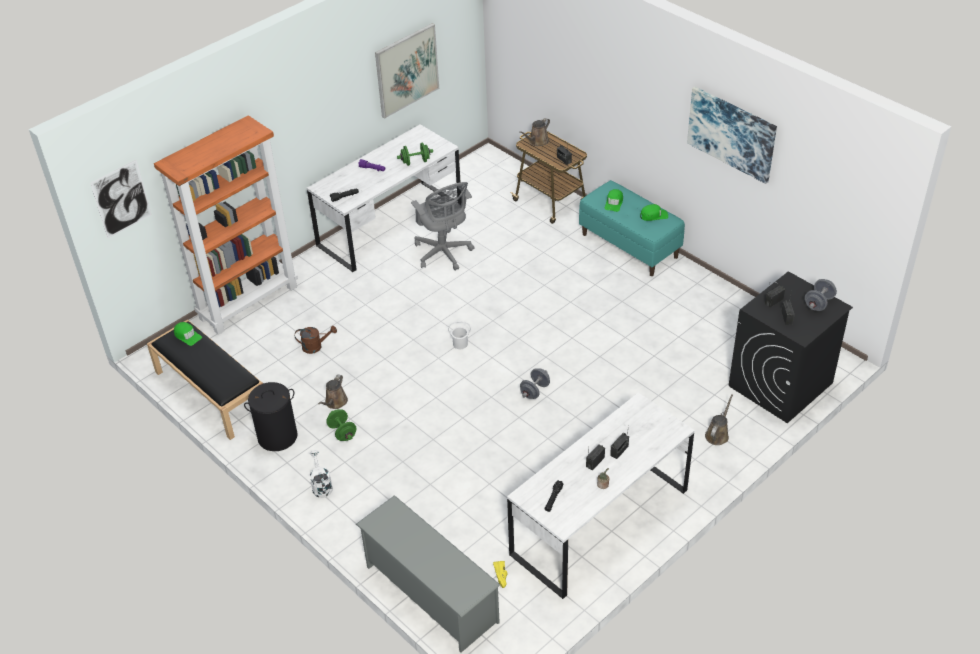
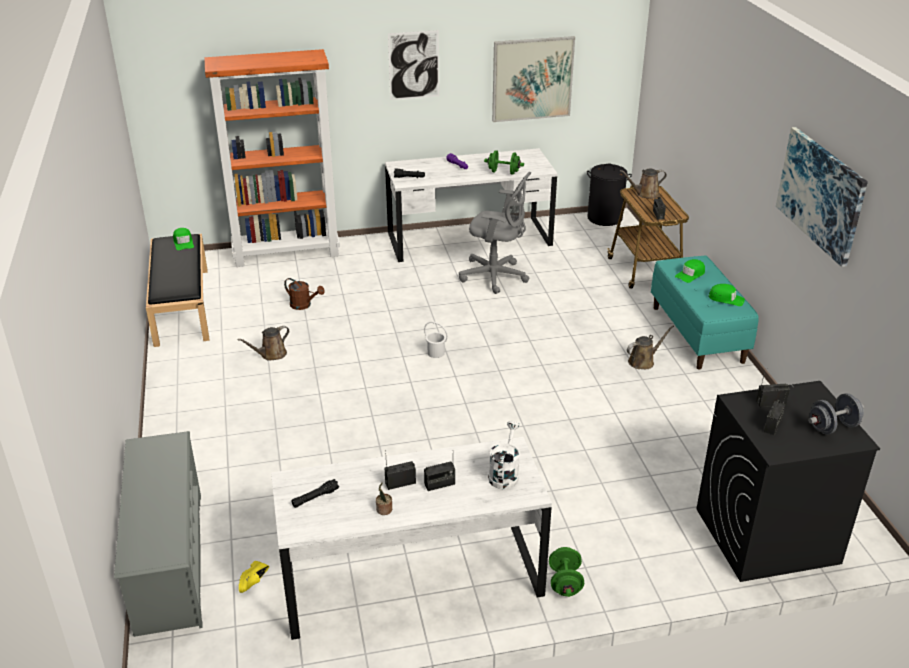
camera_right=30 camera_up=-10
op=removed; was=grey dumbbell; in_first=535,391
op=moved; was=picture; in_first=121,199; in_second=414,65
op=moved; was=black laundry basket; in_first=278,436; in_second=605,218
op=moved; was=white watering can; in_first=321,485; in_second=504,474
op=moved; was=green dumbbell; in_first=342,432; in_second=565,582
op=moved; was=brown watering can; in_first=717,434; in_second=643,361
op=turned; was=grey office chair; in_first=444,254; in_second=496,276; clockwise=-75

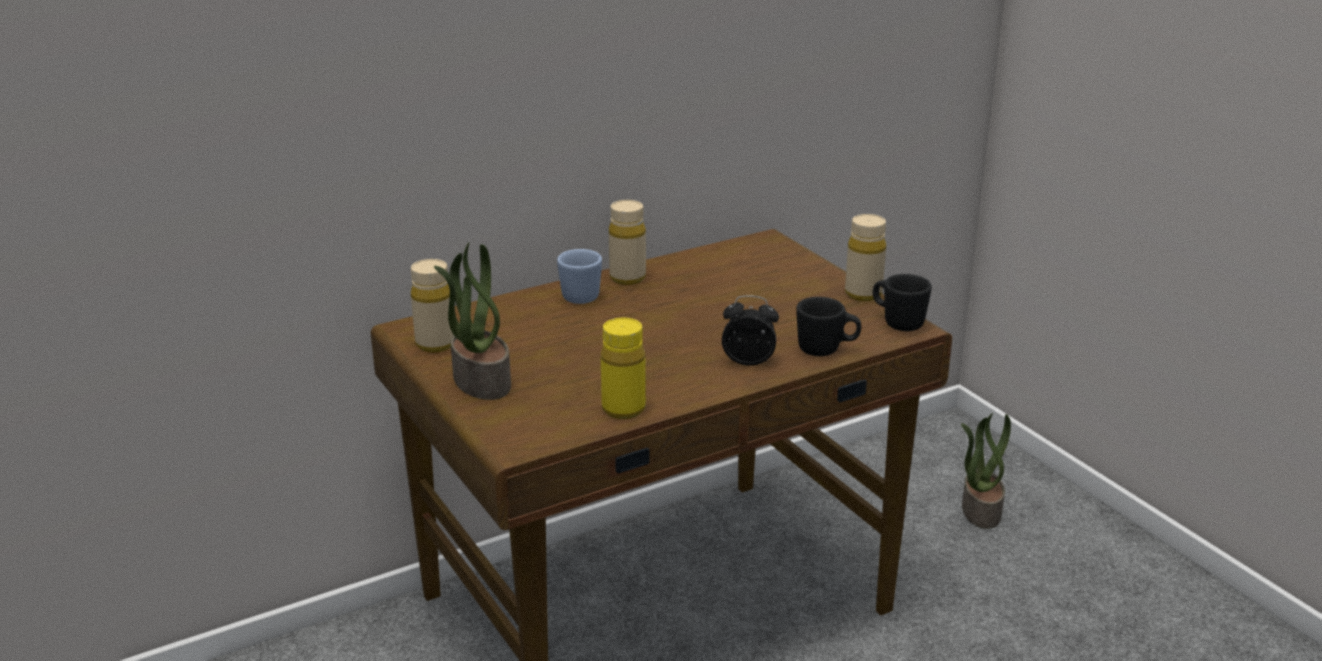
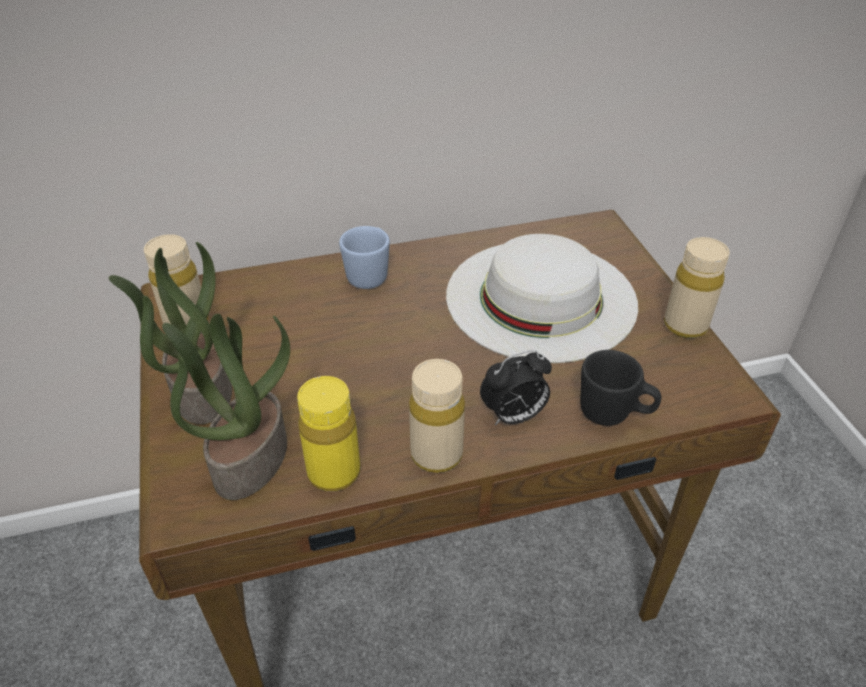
camera_right=15 camera_up=15
op=removed; was=black mug; in_first=897,322
op=added; now=white hat; in_second=540,298
op=moved; was=beige bottle; in_first=627,278; in_second=436,454
op=moved; was=potted plant; in_first=980,510; in_second=250,458
op=turned; was=alarm clock; in_first=749,361; in_second=513,416; clockwise=135

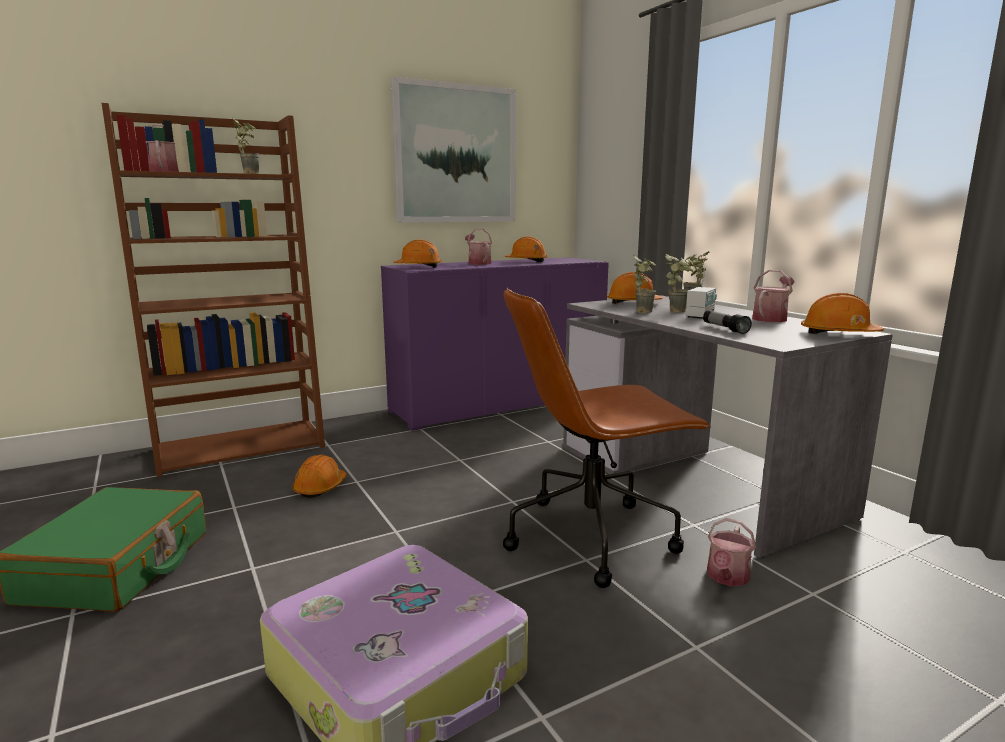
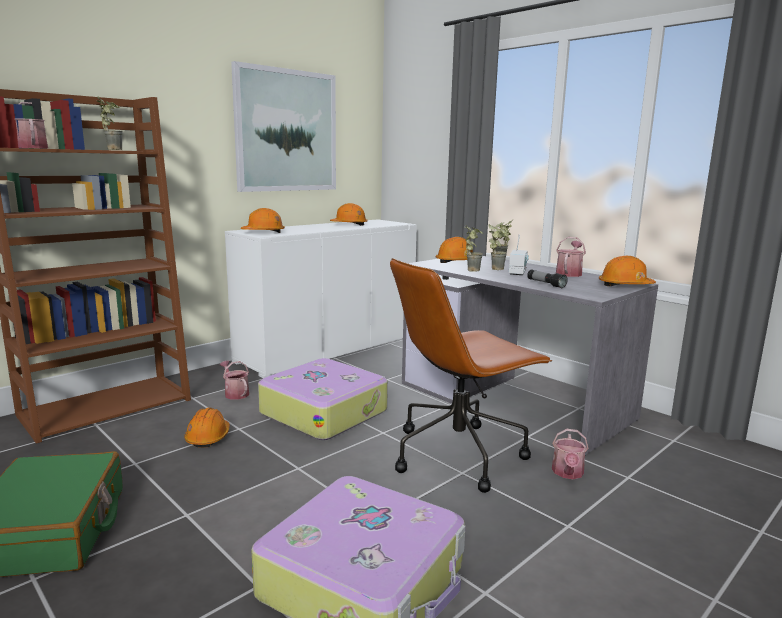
camera_right=-15 camera_up=0
op=added; now=suitcase; in_second=324,412
op=moved; was=watering can; in_first=478,263; in_second=235,393
op=recoloured; was=purple cabinet; now=white cabinet; in_first=498,404; in_second=328,349

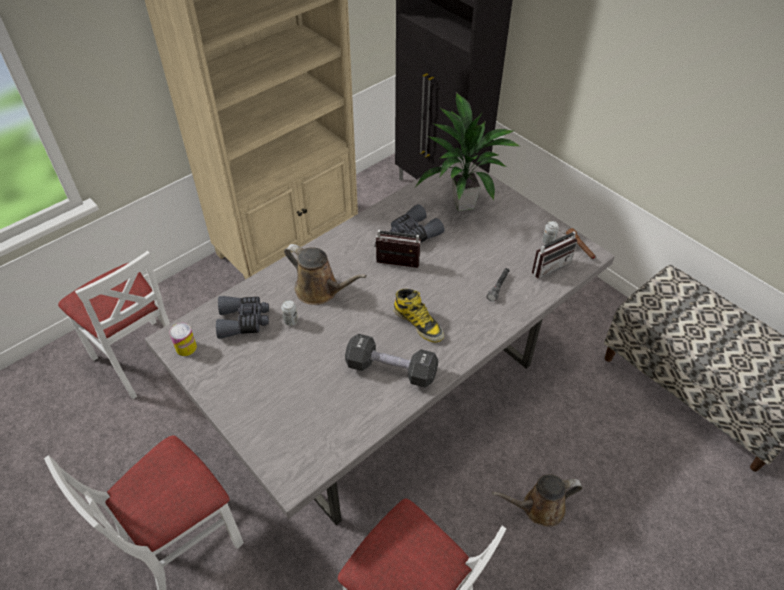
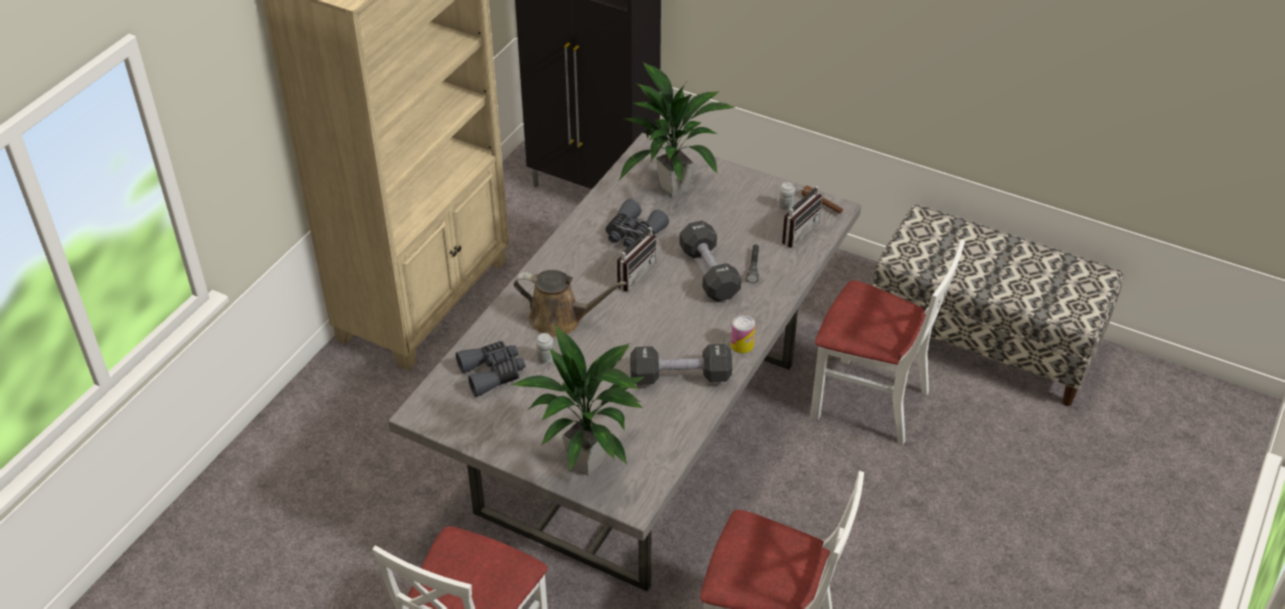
camera_right=-20 camera_up=-5
op=removed; was=boot; in_first=418,323
op=removed; was=brown watering can; in_first=539,507
op=added; now=potted plant; in_second=587,463
op=added; now=black dumbbell; in_second=709,273
op=moved; was=white chair; in_first=140,358; in_second=870,402
op=moved; was=can; in_first=186,347; in_second=742,345
op=turned; was=radio; in_first=396,266; in_second=632,273; clockwise=135

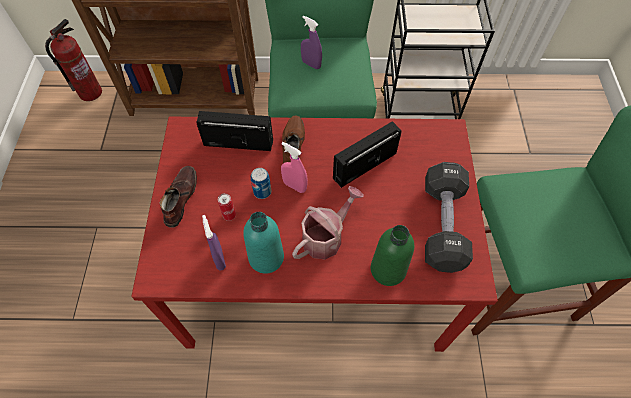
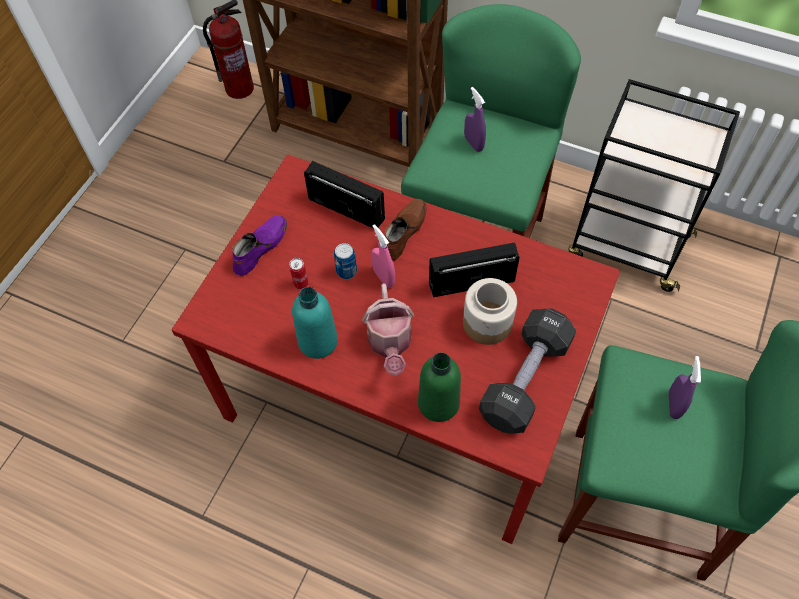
camera_right=25 camera_up=0
op=added; now=jar; in_second=488,322
op=moved; was=purple spray bottle; in_first=219,258; in_second=673,405
op=recoloured; was=brown shoe; now=purple shoe; in_first=180,198; in_second=260,247
op=turned; was=watering can; in_first=326,237; in_second=390,344; clockwise=105

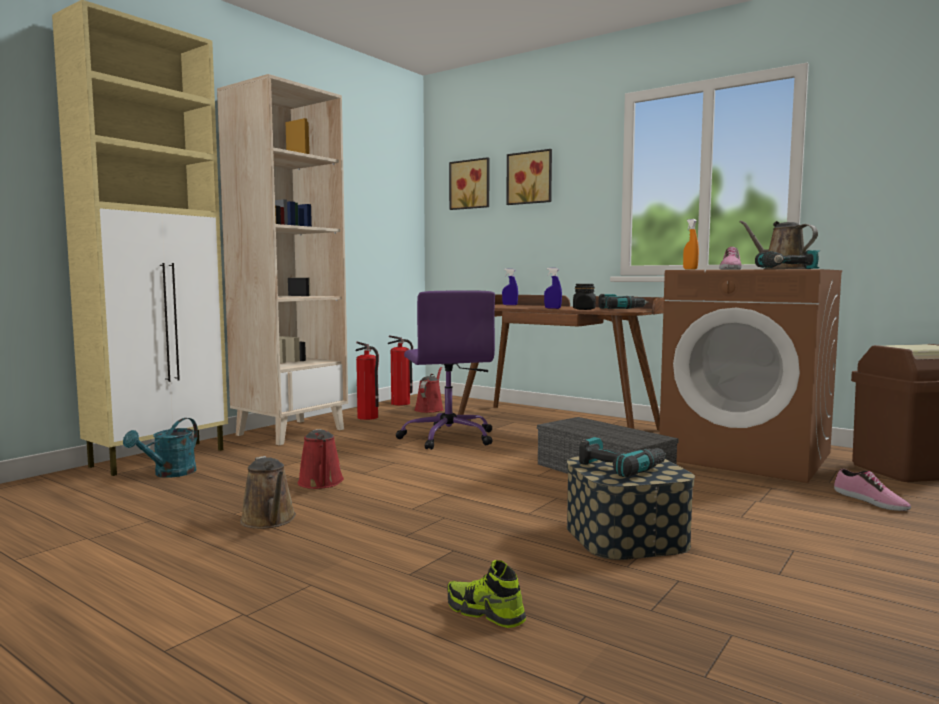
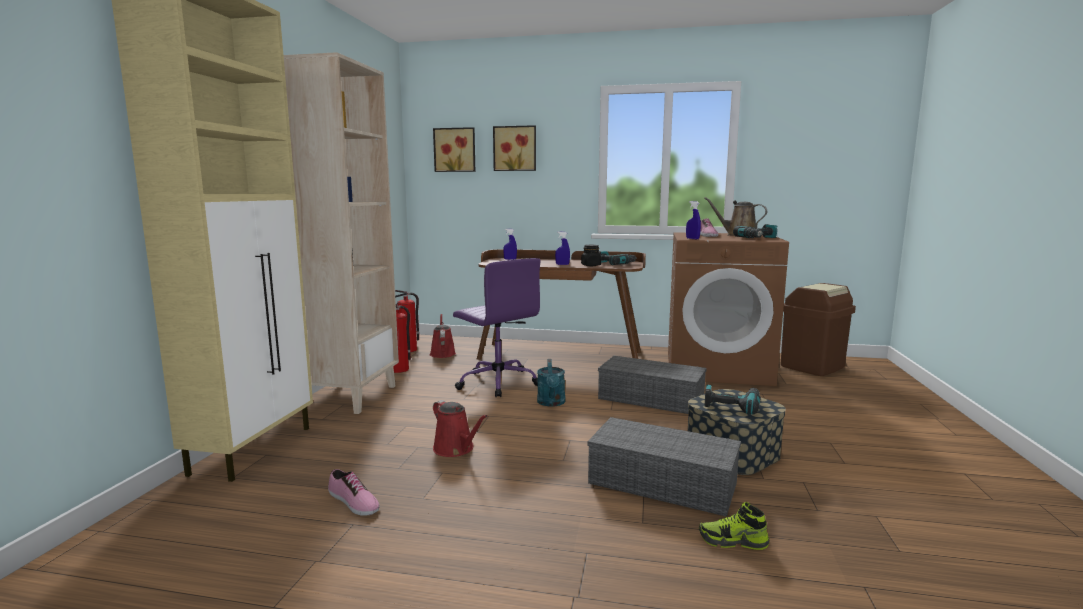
camera_right=-25 camera_up=5
op=removed; was=brown watering can; in_first=269,520
op=added; now=grey storage box; in_second=664,482
op=moved; was=turquoise watering can; in_first=169,474; in_second=551,403
op=moved; was=shoe; in_first=870,501; in_second=353,502
op=recoloured; was=orange spray bottle; now=blue spray bottle; in_first=690,269; in_second=692,239

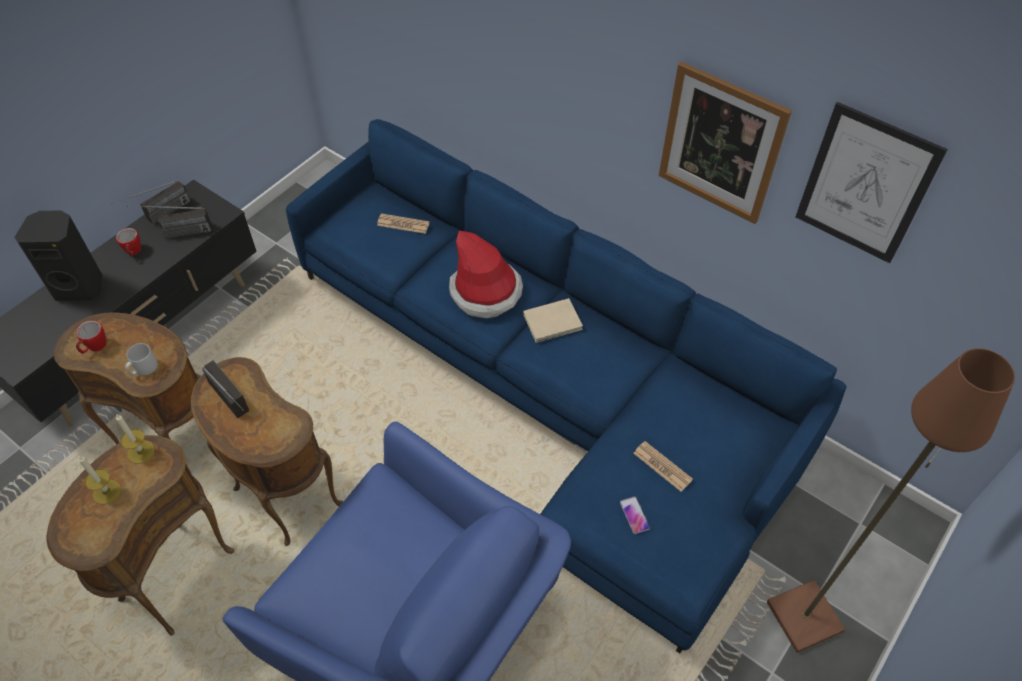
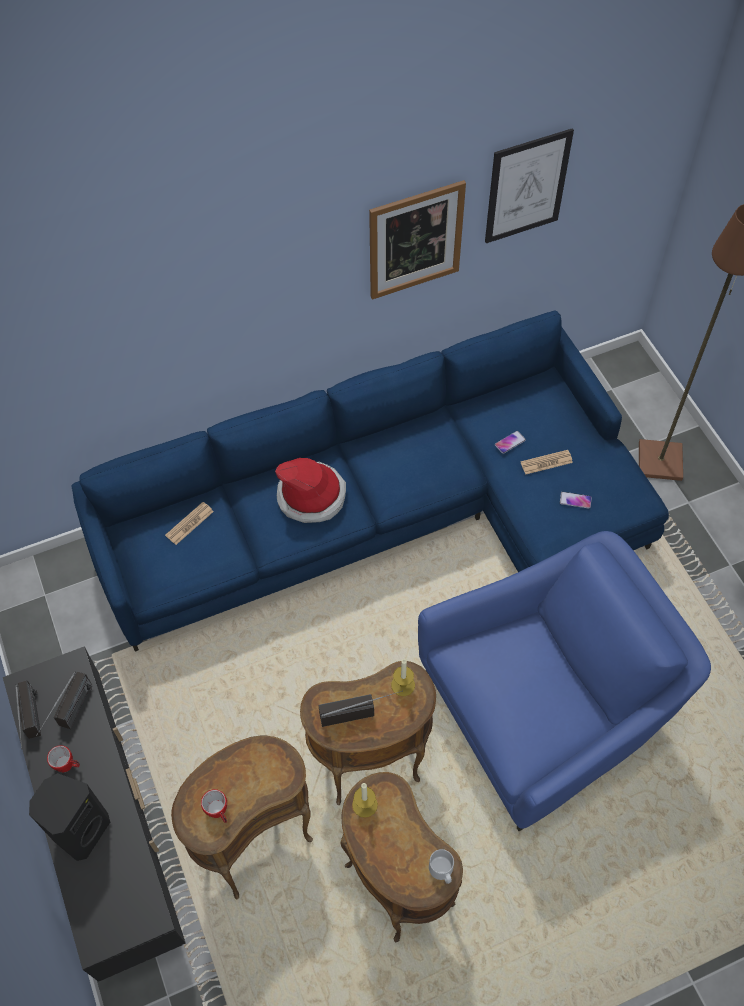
camera_right=-60 camera_up=5
op=removed; was=beige book; in_first=554,322
op=added; now=phone; in_second=510,442
op=moved; was=candle; in_first=107,492; in_second=403,685
op=moved; was=grey mug; in_first=143,368; in_second=442,871

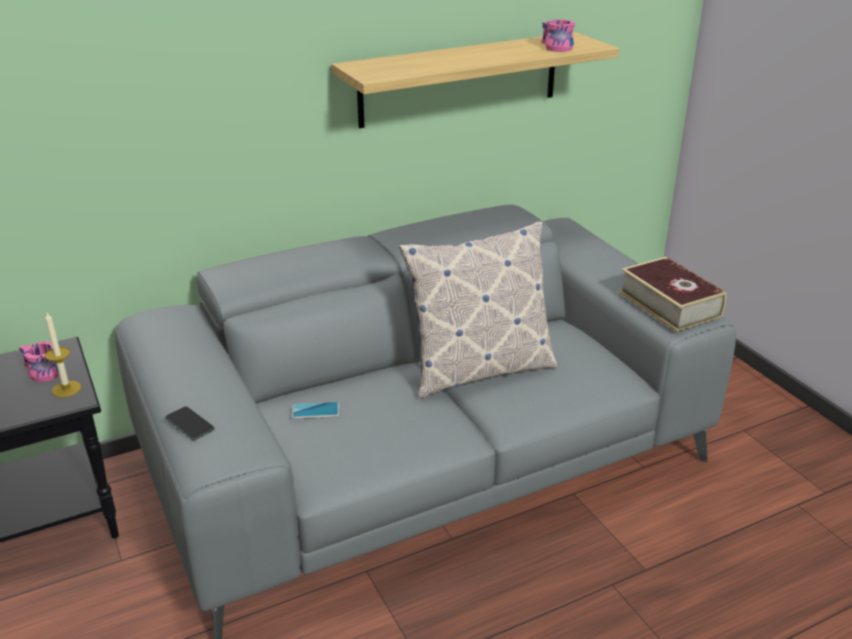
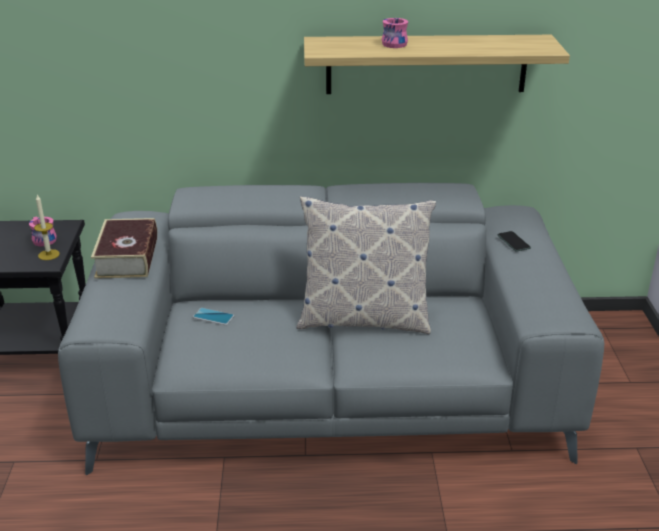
camera_right=25 camera_up=0
op=moved; was=phone; in_first=190,424; in_second=513,242
op=moved; was=pink mug; in_first=554,48; in_second=391,43
op=moved; was=book; in_first=669,304; in_second=127,257

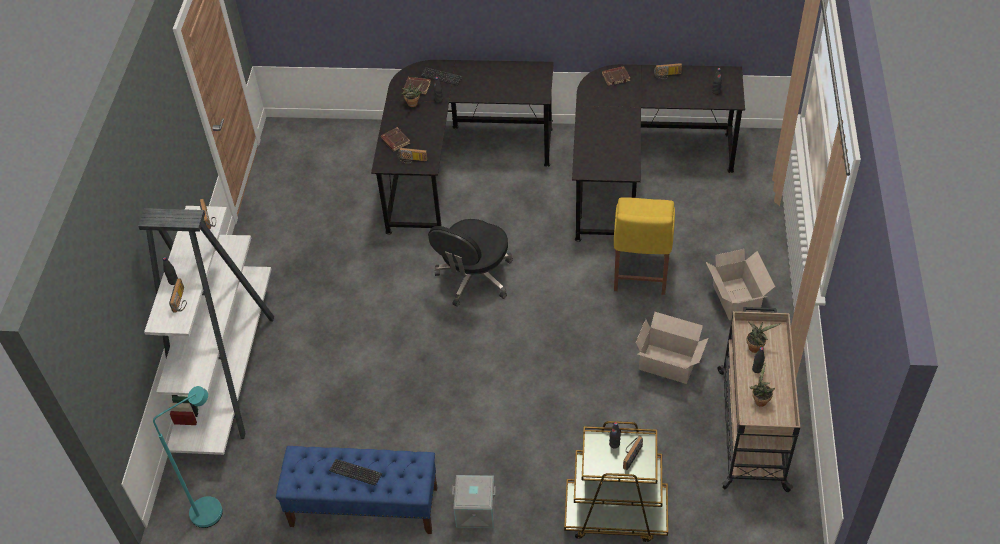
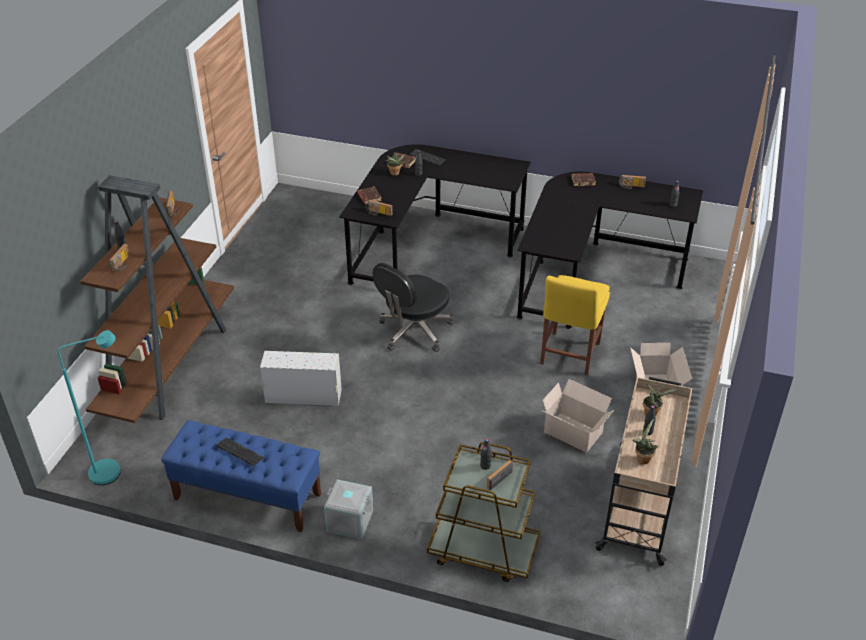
camera_right=10 camera_up=-10
op=added; now=white storage box; in_second=302,396
op=recoloured; was=white bookcase; now=brown bookcase; in_first=228,372; in_second=169,365

